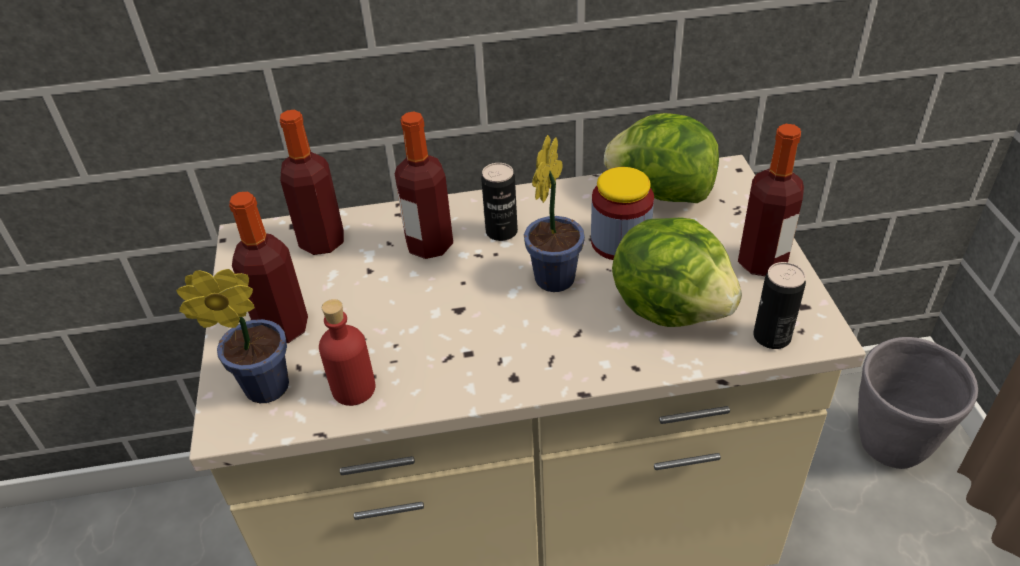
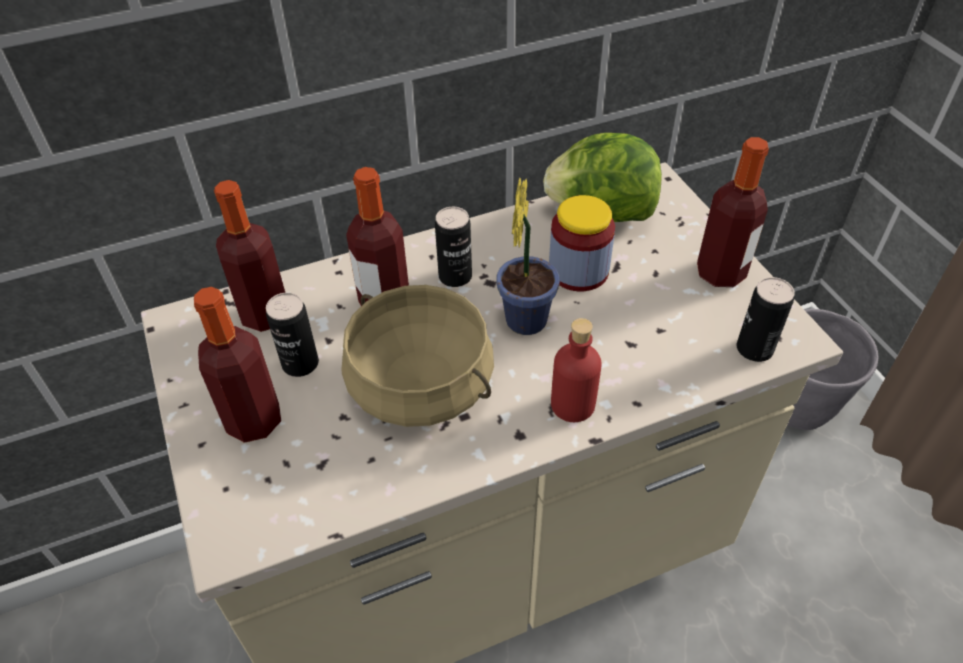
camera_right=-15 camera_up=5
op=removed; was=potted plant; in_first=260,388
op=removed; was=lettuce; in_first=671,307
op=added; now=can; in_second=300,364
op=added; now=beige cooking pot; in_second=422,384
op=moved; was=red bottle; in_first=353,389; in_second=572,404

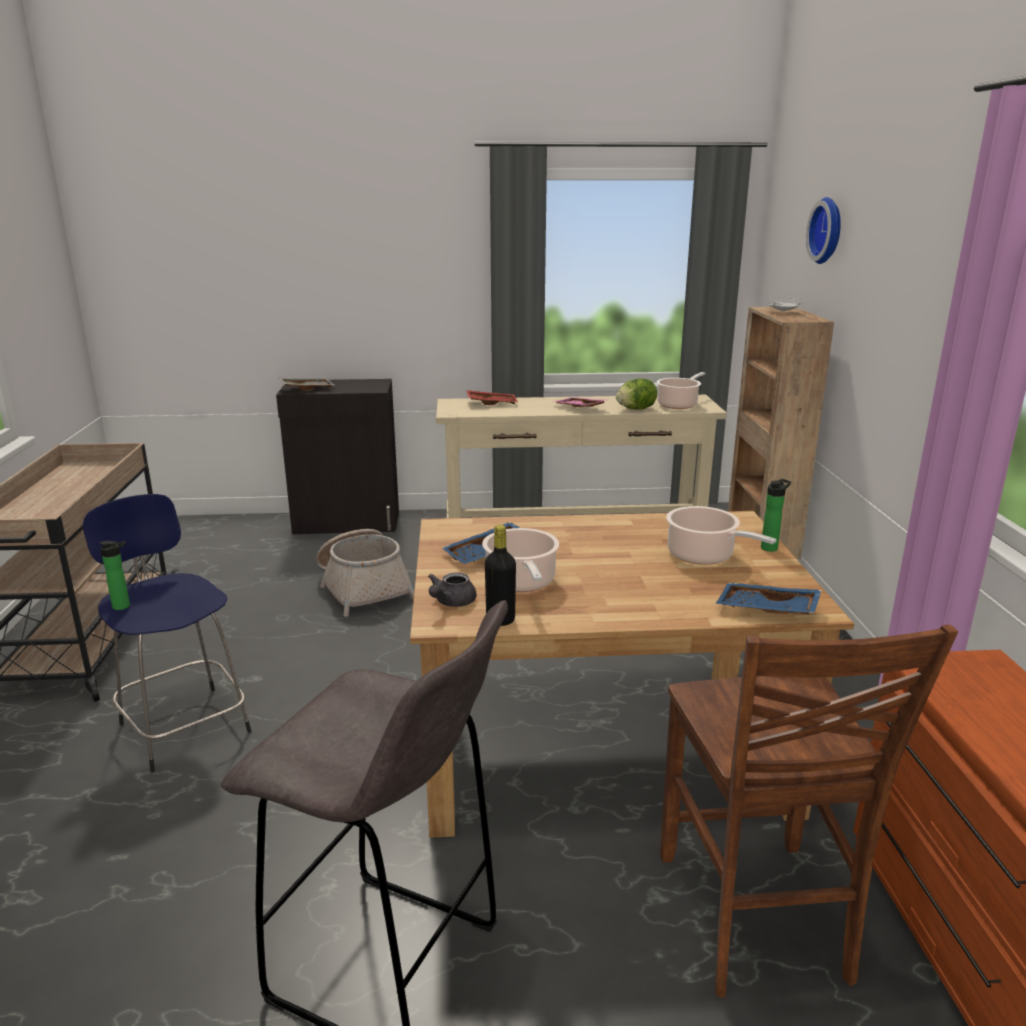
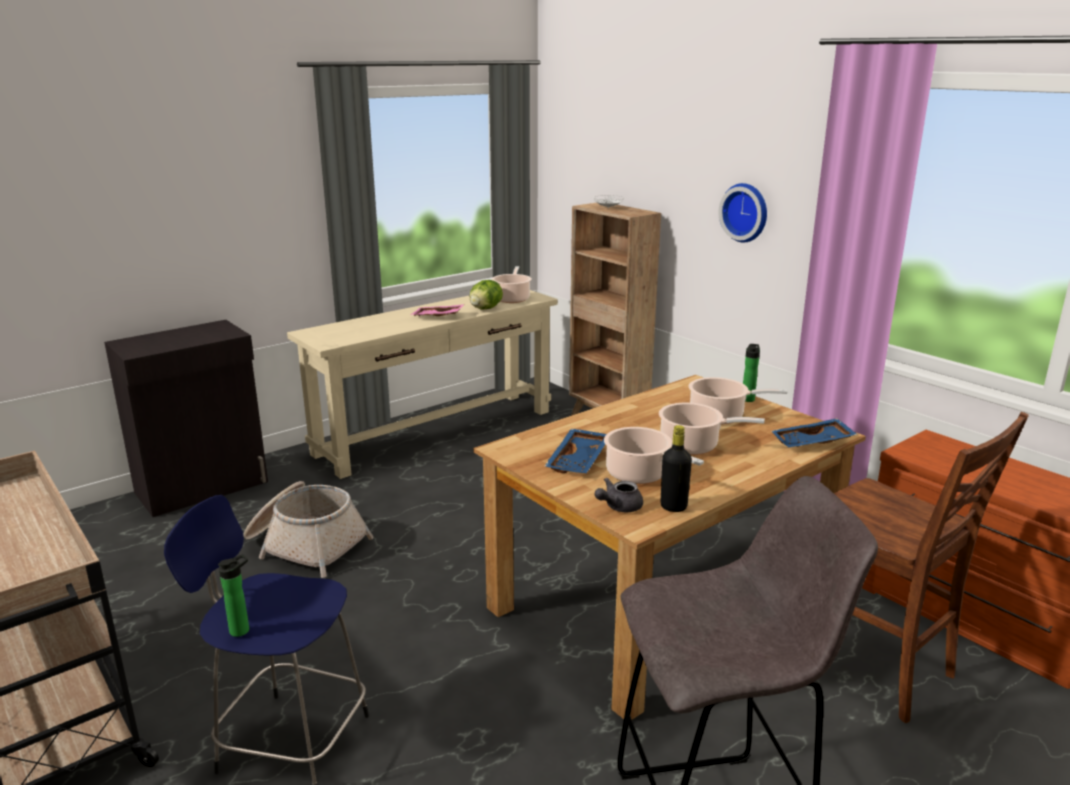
camera_right=-35 camera_up=0
op=removed; was=grey tray; in_first=307,388
op=removed; was=red tray; in_first=491,403
op=added; now=cooking pot; in_second=693,446
op=moved; was=wall clock; in_first=829,230; in_second=746,212
op=turned; was=grey teapot; in_first=451,602; in_second=618,507; clockwise=60

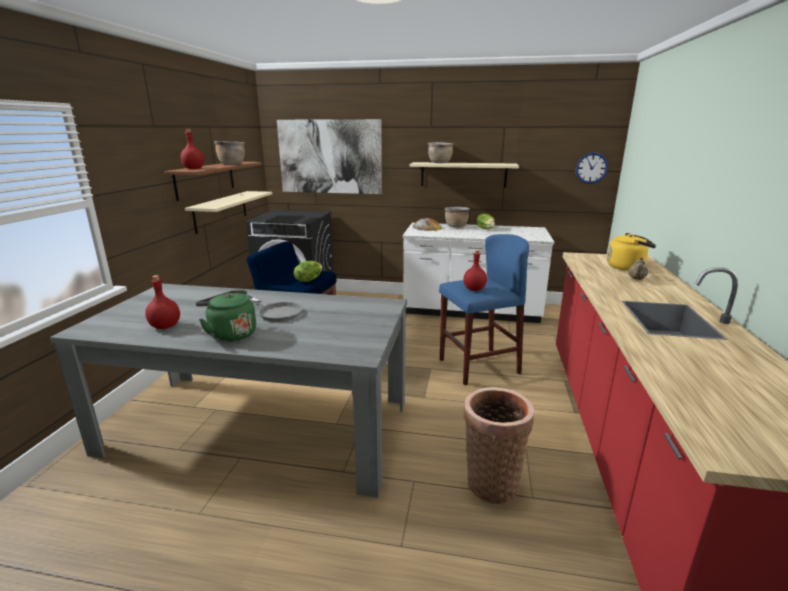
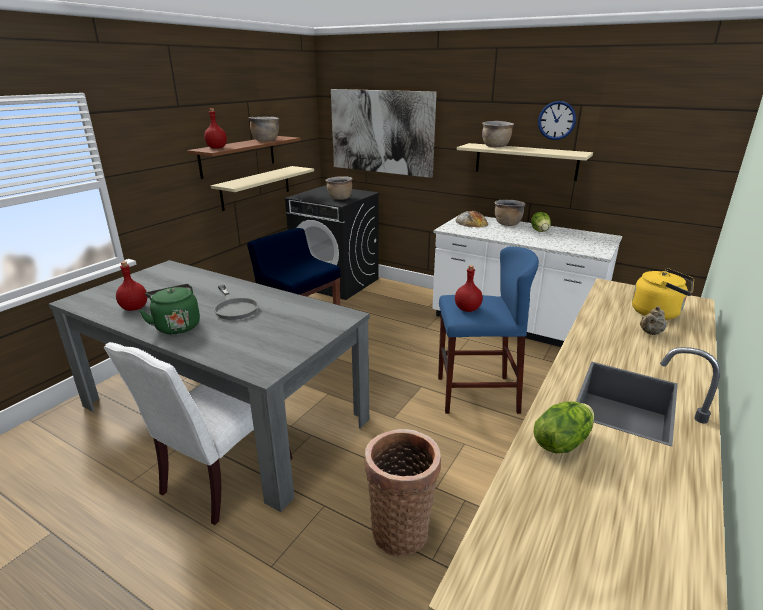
camera_right=20 camera_up=5
op=added; now=white chair; in_second=221,478
op=added; now=brown cooking pot; in_second=339,198
op=moved; was=lettuce; in_first=308,280; in_second=561,442
op=moved; was=wall clock; in_first=591,168; in_second=556,120

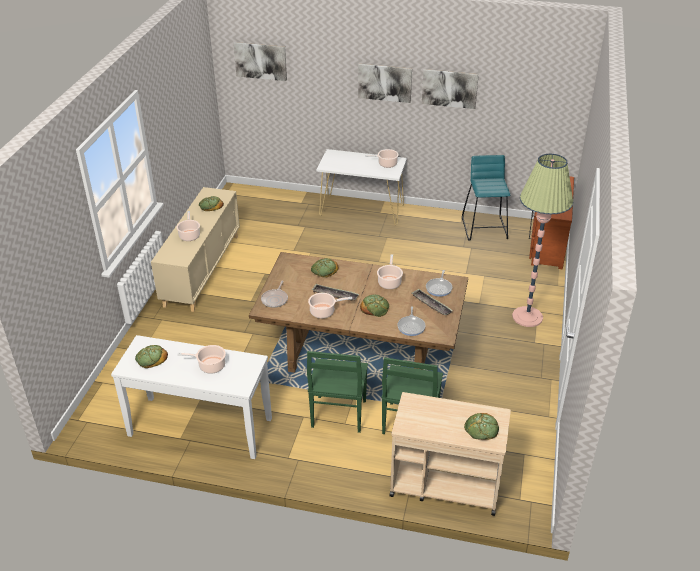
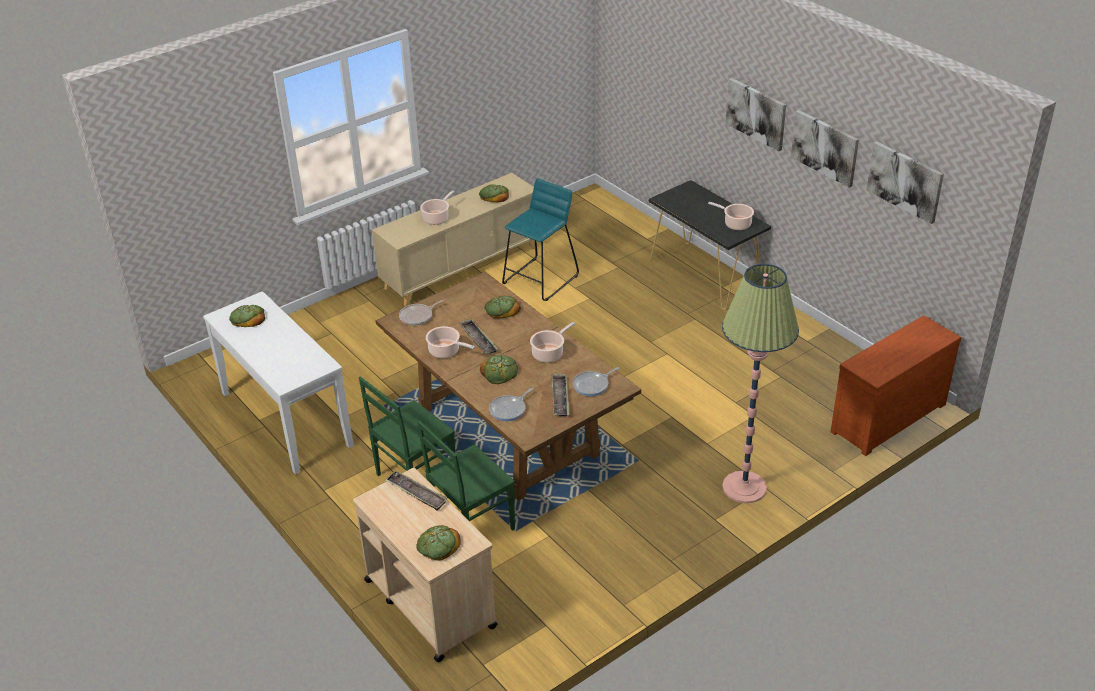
camera_right=40 camera_up=0
op=removed; was=cooking pot; in_first=210,366
op=added; now=tray; in_second=416,493
op=moved; was=picture; in_first=260,61; in_second=905,181
op=moved; was=turquoise stool; in_first=485,228; in_second=541,279
op=recoloured; was=white console table; now=black console table; in_first=362,210; in_second=705,275

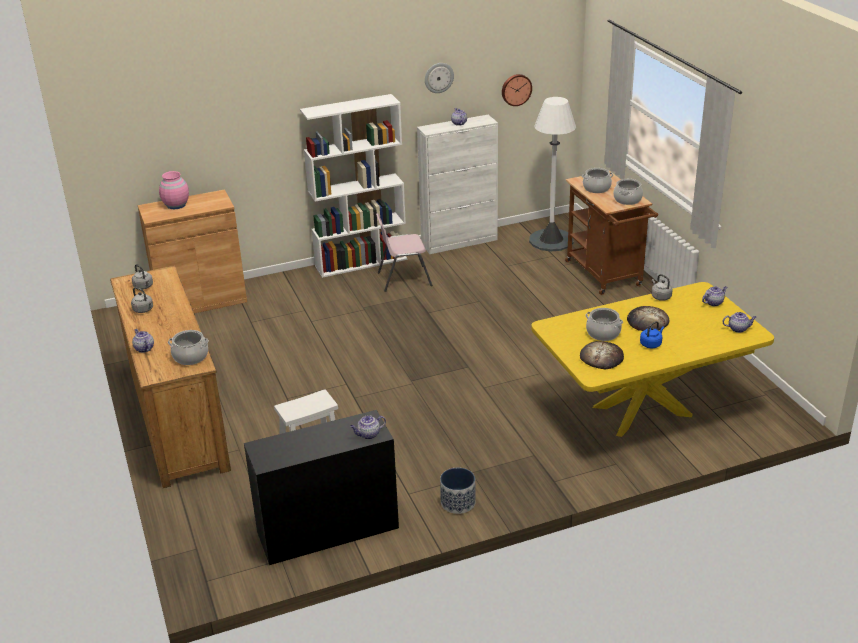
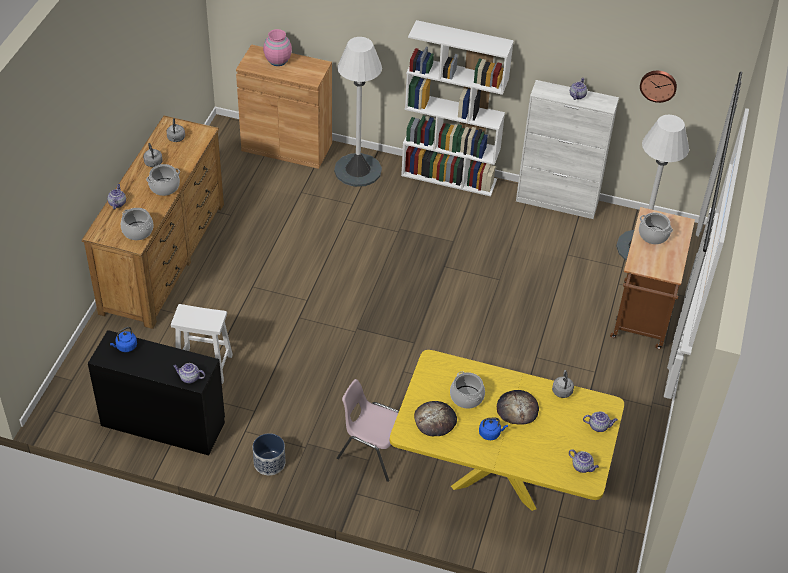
camera_right=35 camera_up=15
op=removed; was=wall clock; in_first=438,77
op=added; now=blue kettle; in_second=125,347
op=added; now=white floor lamp; in_second=358,170
op=moved; was=pink chair; in_first=403,279; in_second=372,451
op=moved; was=cooking pot; in_first=627,200; in_second=164,187

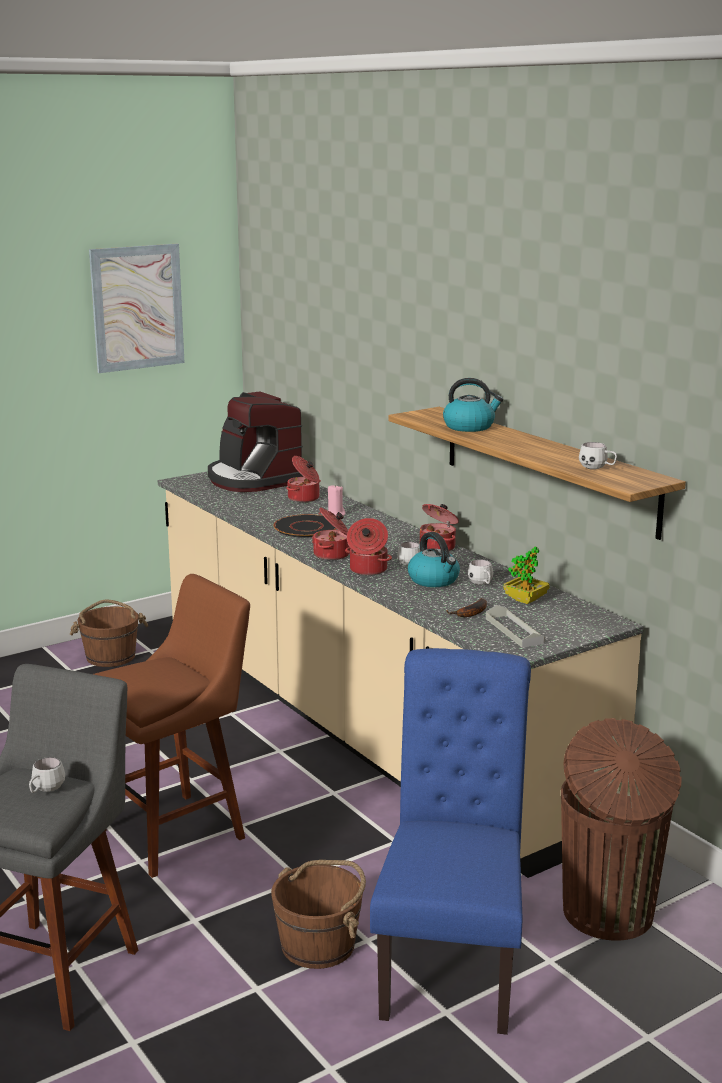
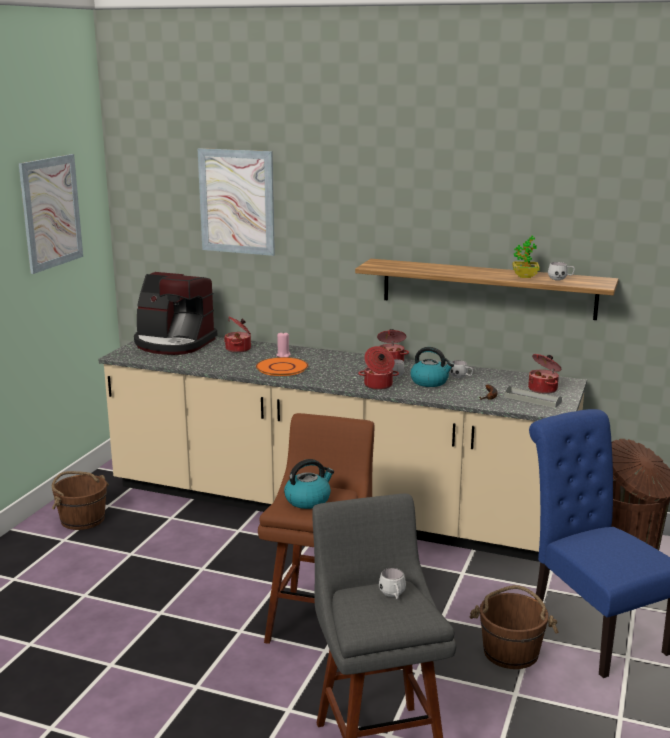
camera_right=-35 camera_up=0
op=added; now=picture; in_second=237,201
op=moved; was=cooking pot; in_first=332,555; in_second=543,389
op=moved; was=kettle; in_first=469,426; in_second=308,500
op=moved; was=potted plant; in_first=525,600; in_second=525,276
op=recoloured; was=black plate; now=orange plate; in_first=306,528; in_second=282,368

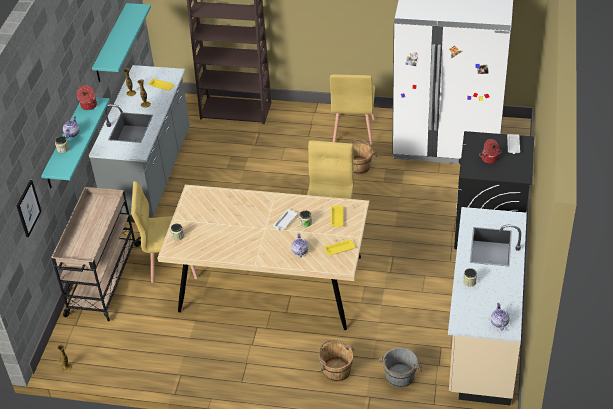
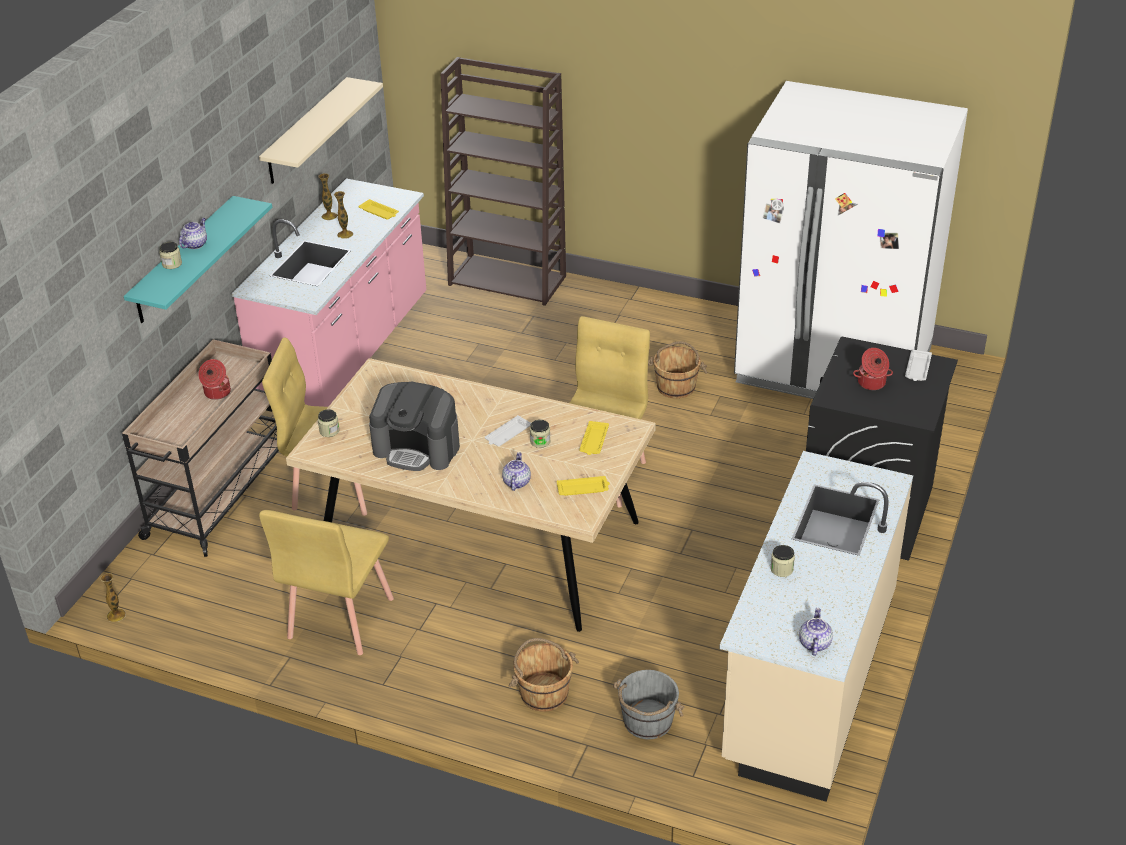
camera_right=10 camera_up=-5
op=removed; was=picture; in_first=28,208
op=added; now=coffee machine; in_second=417,448
op=moved; was=cooking pot; in_first=88,106; in_second=217,393
op=moved; was=yellow chair; in_first=353,131; in_second=339,618
op=recoloured; was=grey counter; now=pink counter; in_first=151,174; in_second=347,353
op=recoloured; was=turquoise shelf; now=beige shelf; in_first=111,43; in_second=306,131

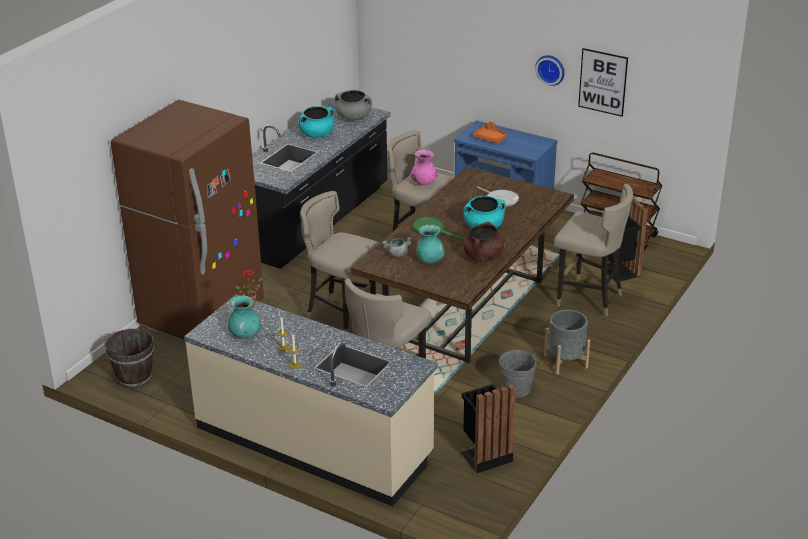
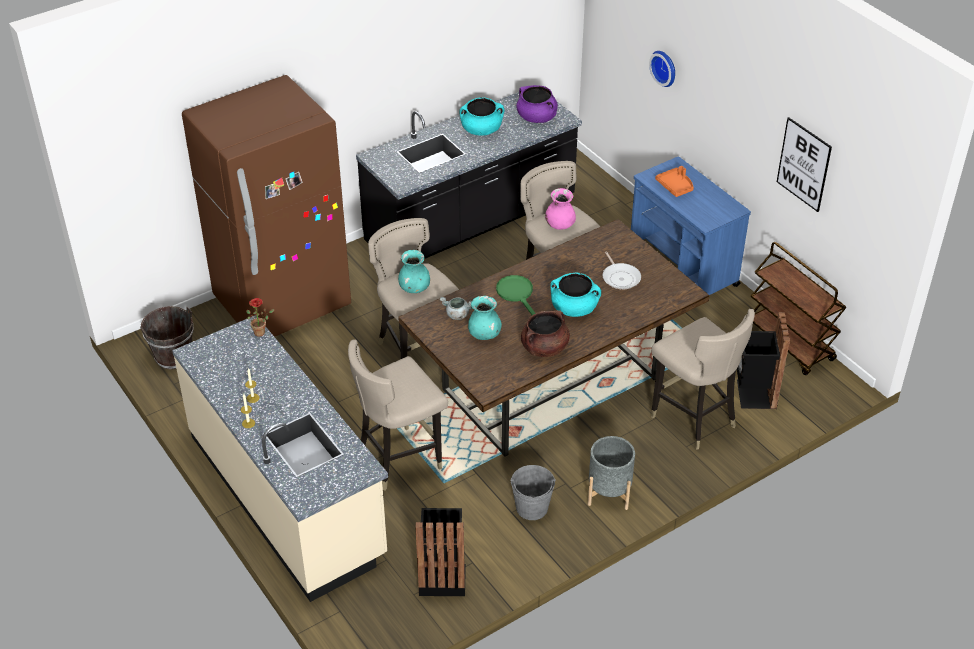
camera_right=25 camera_up=10
op=moved; was=turquoise vase; in_first=245,335; in_second=414,288
op=moved; was=wall clock; in_first=551,69; in_second=665,67
op=recoloured; was=grey cooking pot; now=purple cooking pot; in_first=354,117; in_second=537,117

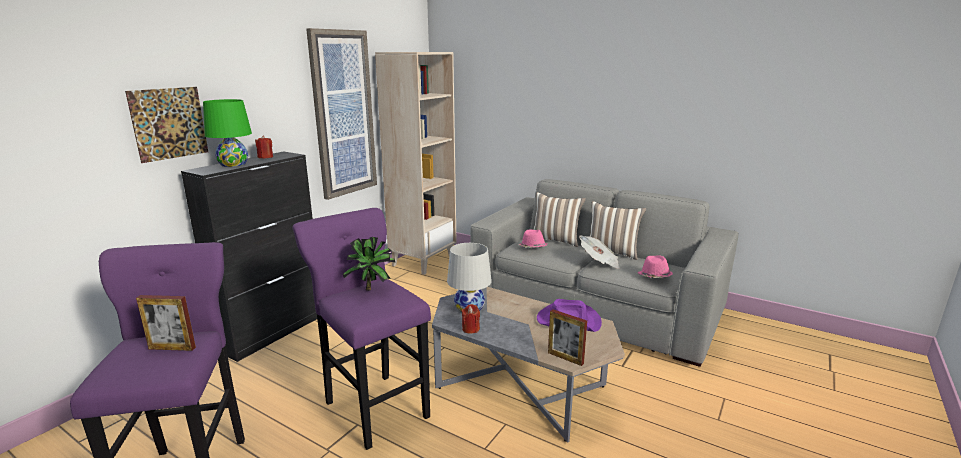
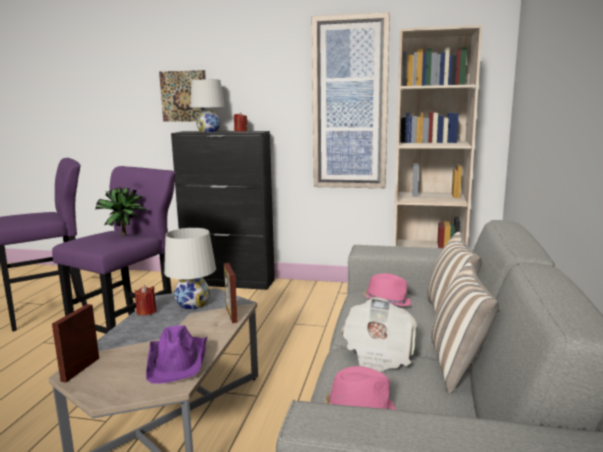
camera_right=70 camera_up=-5
op=moved; was=picture frame; in_first=172,348; in_second=231,315
op=recoloured; was=green table lamp; now=white table lamp; in_first=233,164; in_second=208,131

